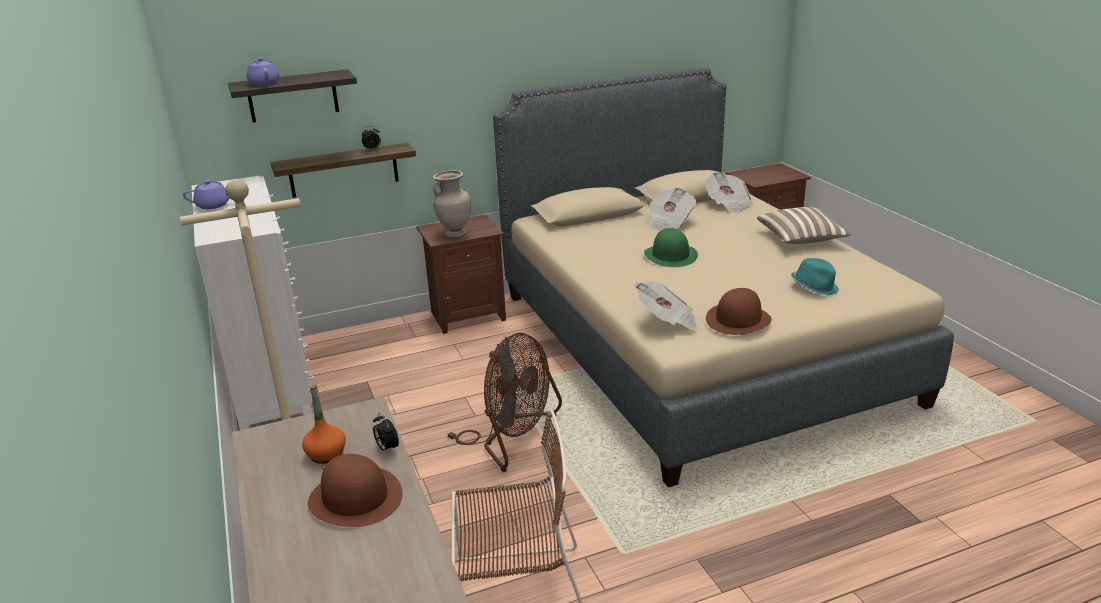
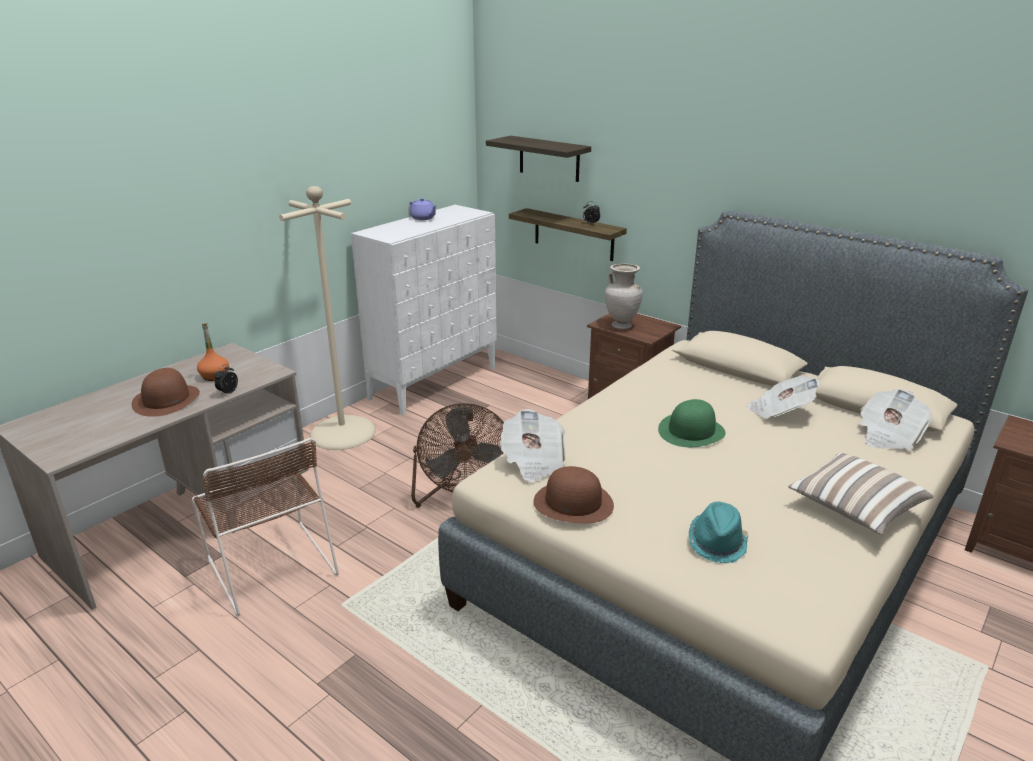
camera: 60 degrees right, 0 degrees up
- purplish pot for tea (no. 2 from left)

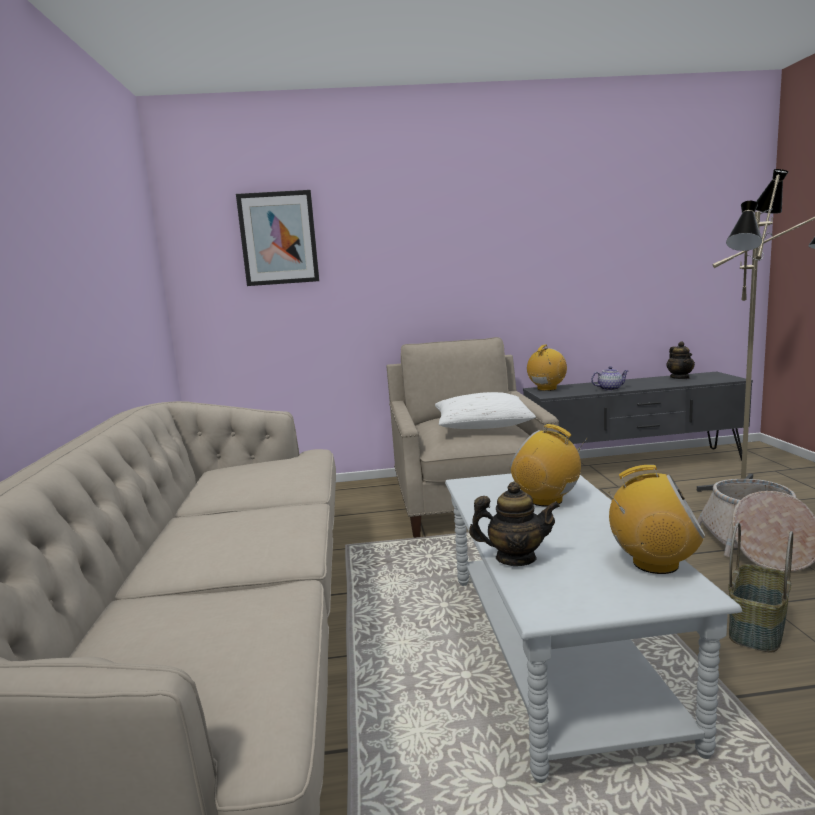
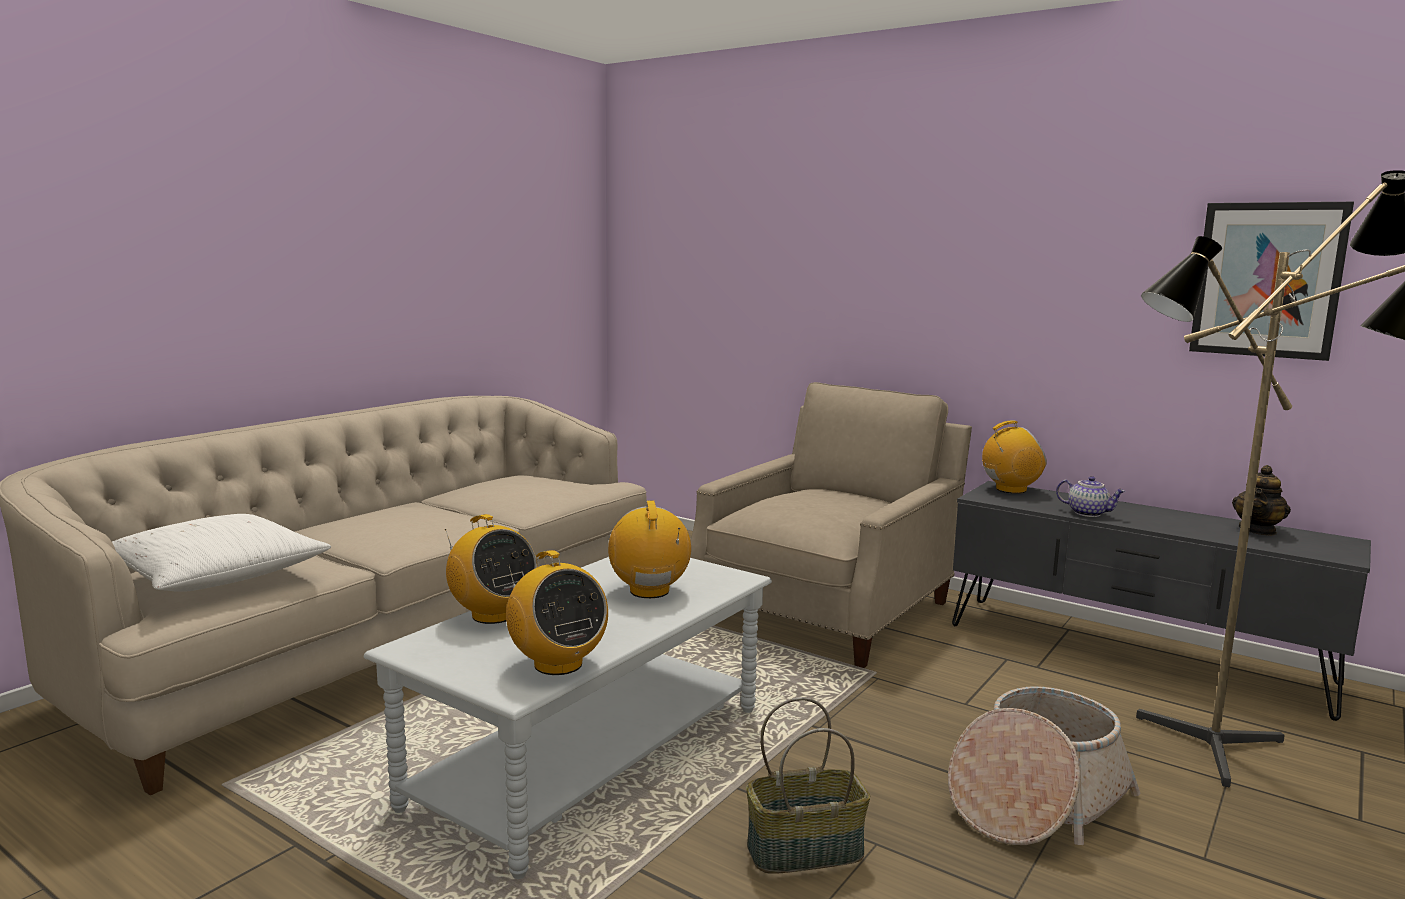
camera: 40 degrees right, 0 degrees up
~ whitish throw pillow
~ pot for tea (no. 1 from left) to radio receiver (no. 1 from left)
~ wall art

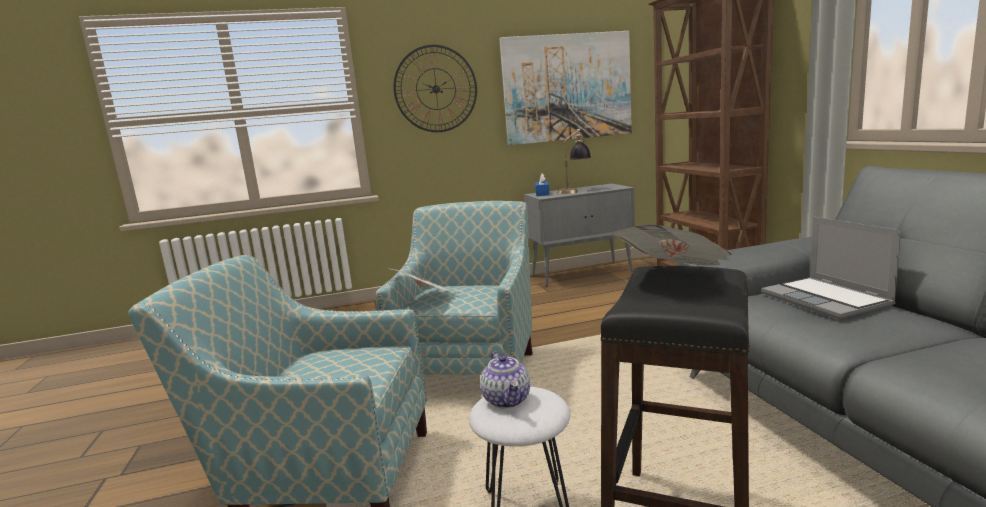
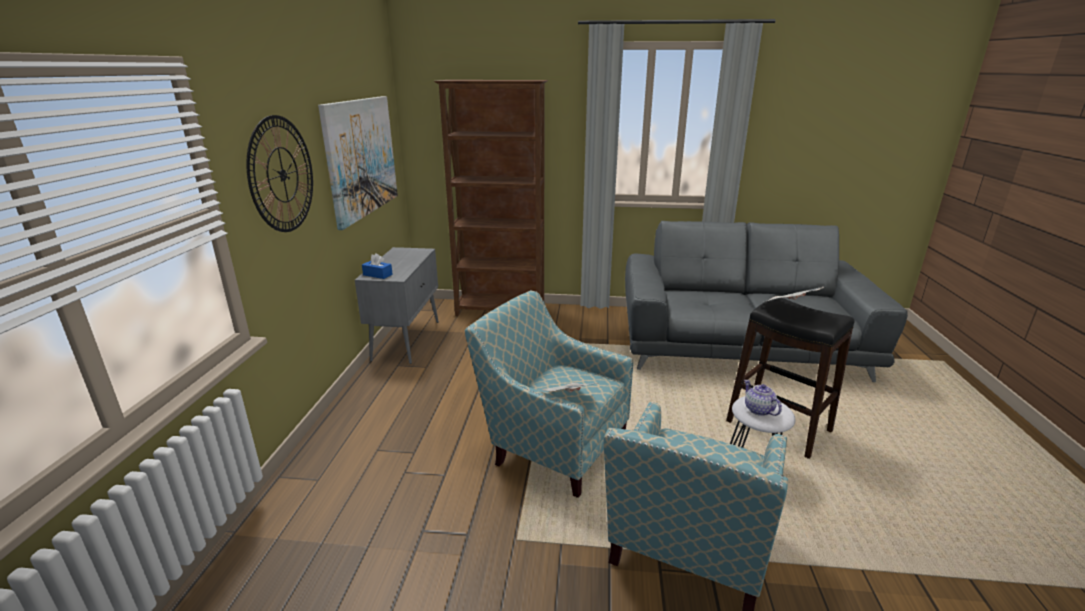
camera: 70 degrees left, 10 degrees up
~ pot for tea 120 degrees counterclockwise
- table lamp
- laptop

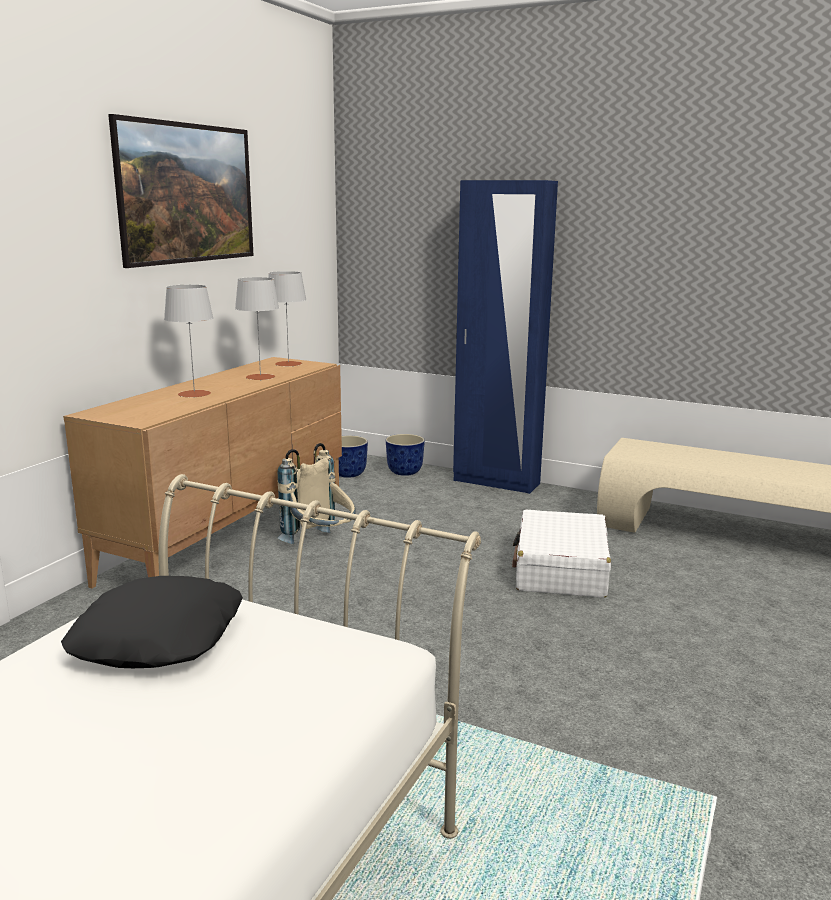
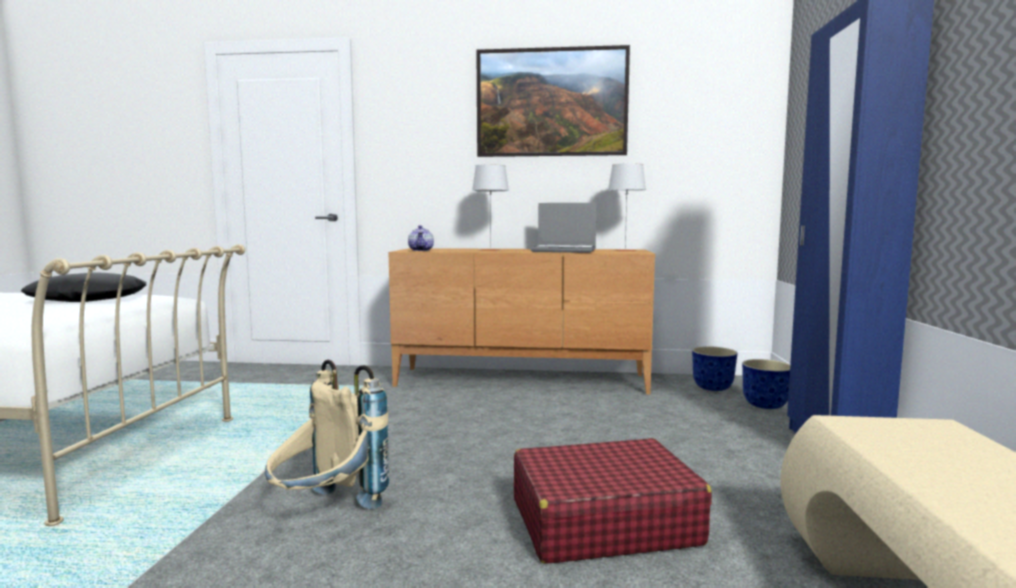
camera: 70 degrees right, 10 degrees down
~ beige backpack
+ pot for tea
~ whitish piece of luggage to red piece of luggage
~ greyish table lamp (no. 2 from left) to laptop

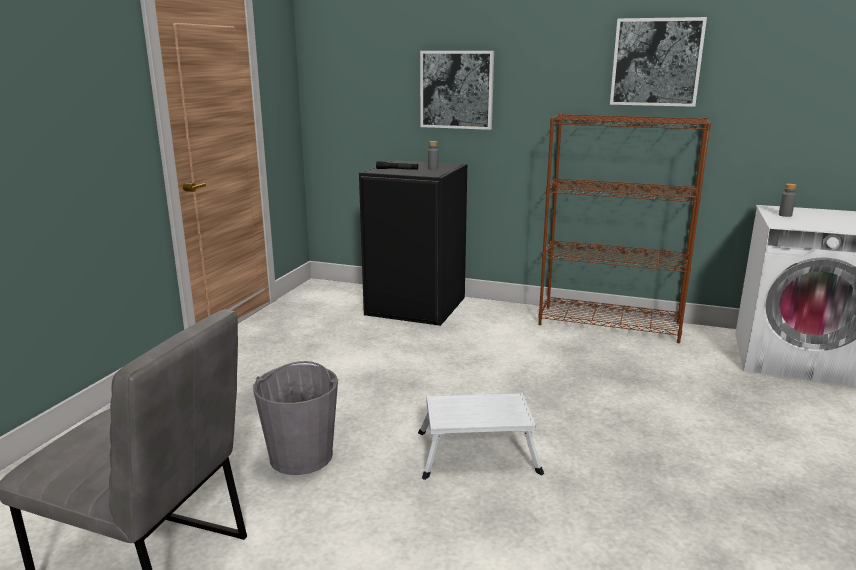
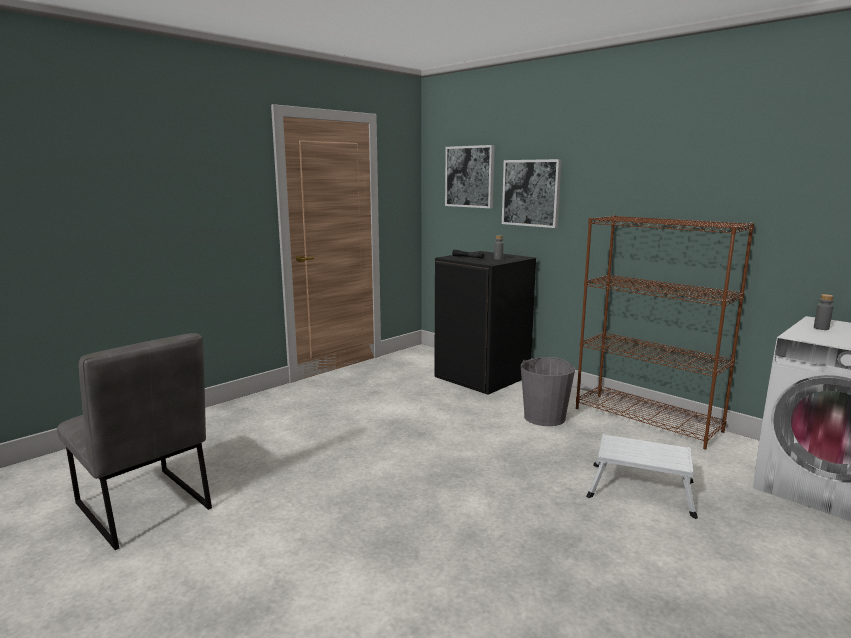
camera: 25 degrees right, 5 degrees down
~ wall art (no. 2 from left in the first image) to wall art (no. 1 from left)
~ greyish bucket
~ whitish step ladder

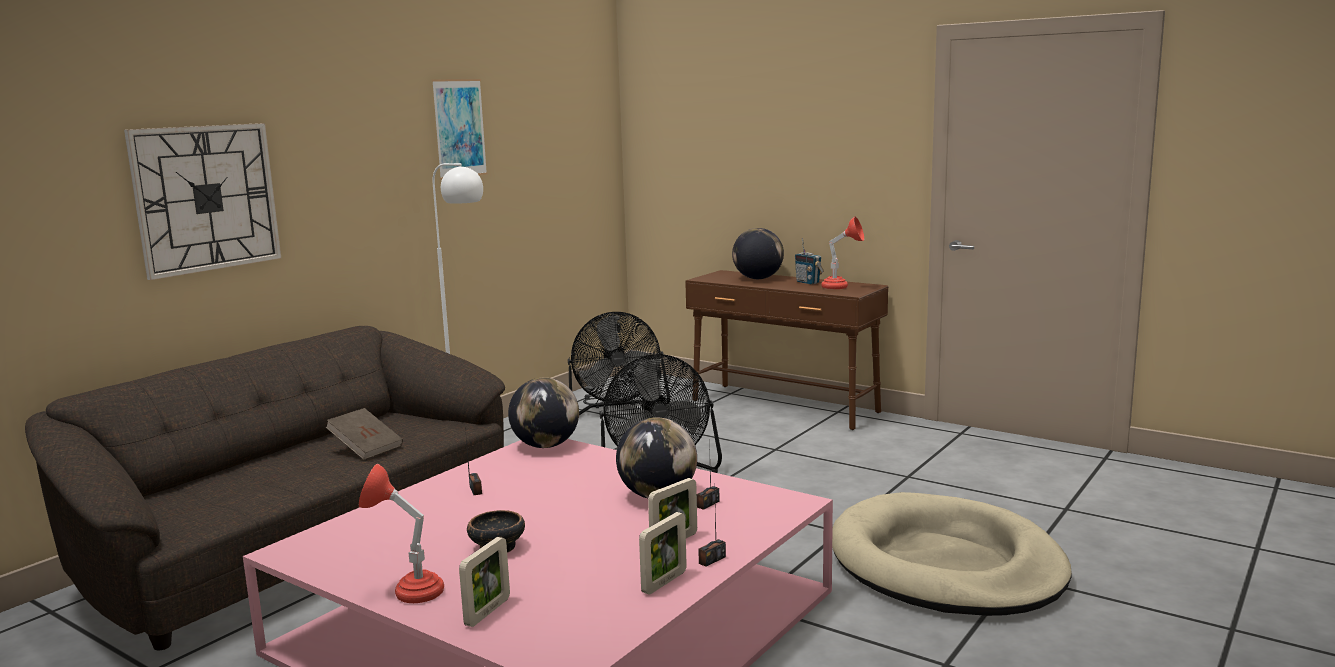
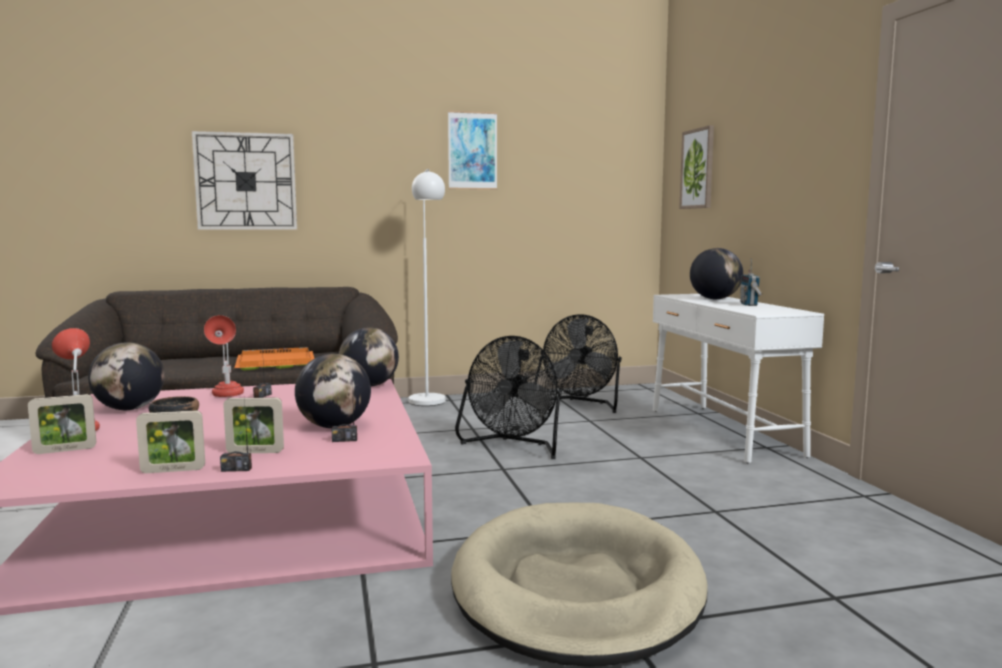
camera: 40 degrees right, 5 degrees down
+ globe (no. 1 from left)
~ red table lamp (no. 2 from left)
~ brown-coloured book to orange serving tray
~ brown-coloured narrow table to whitish narrow table
+ wall art (no. 2 from left)

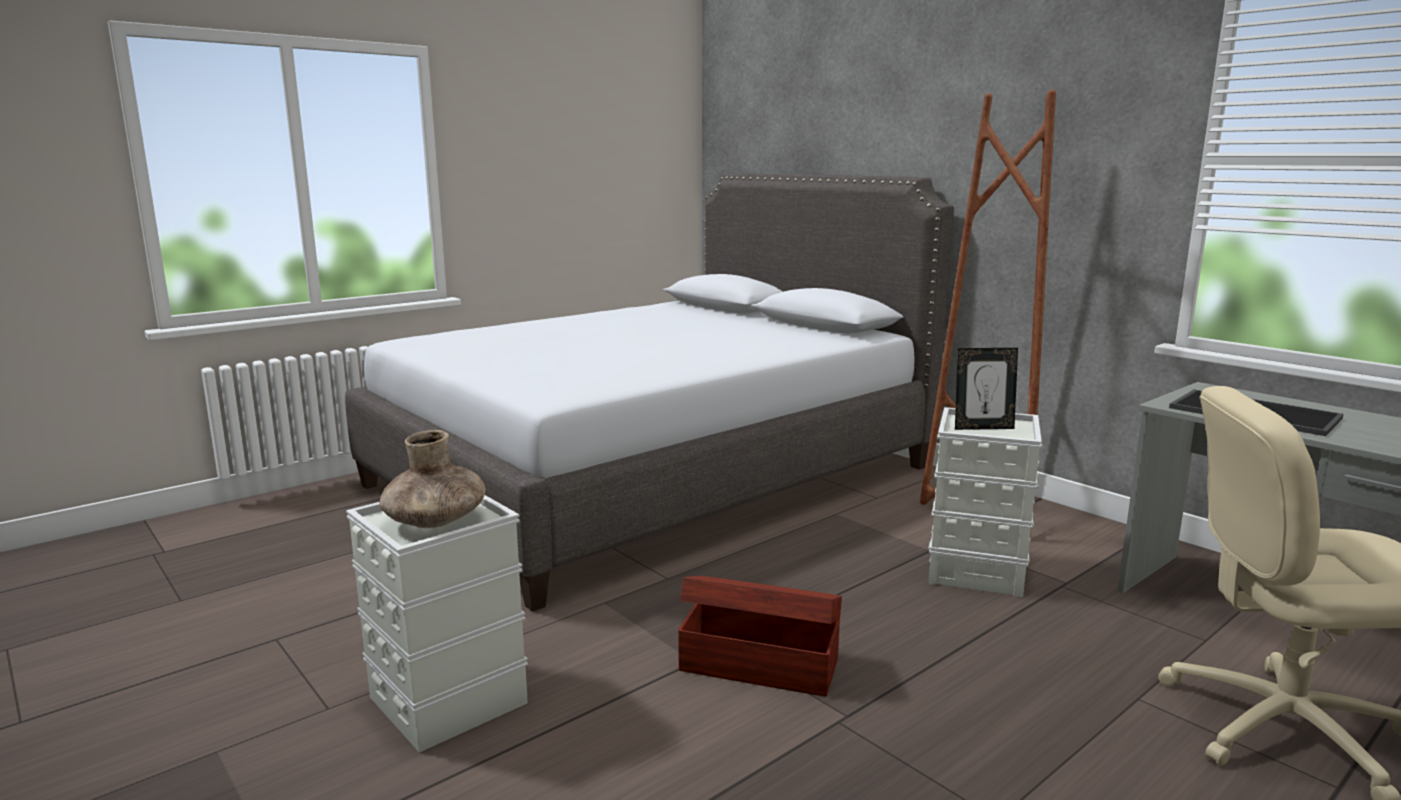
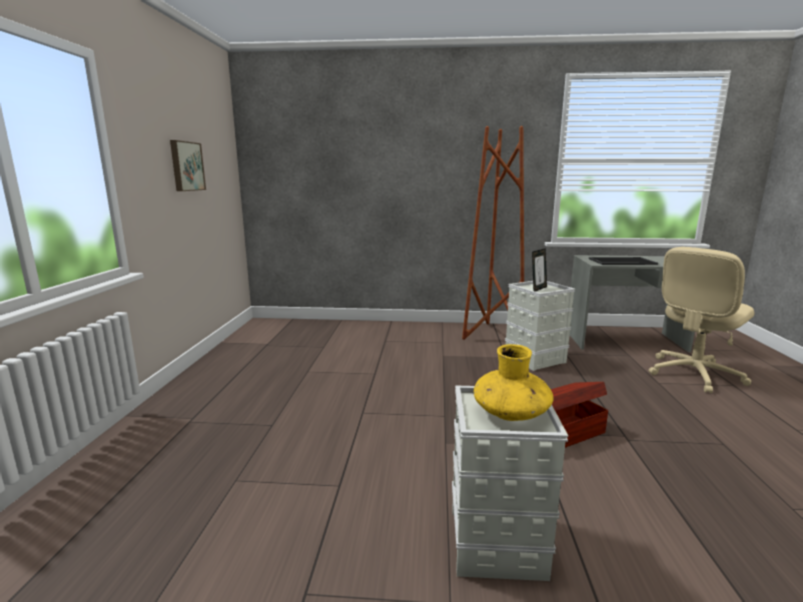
camera: 45 degrees left, 0 degrees up
+ wall art
~ brown-coloured decorative vase to yellow decorative vase
- greyish bedroom bed

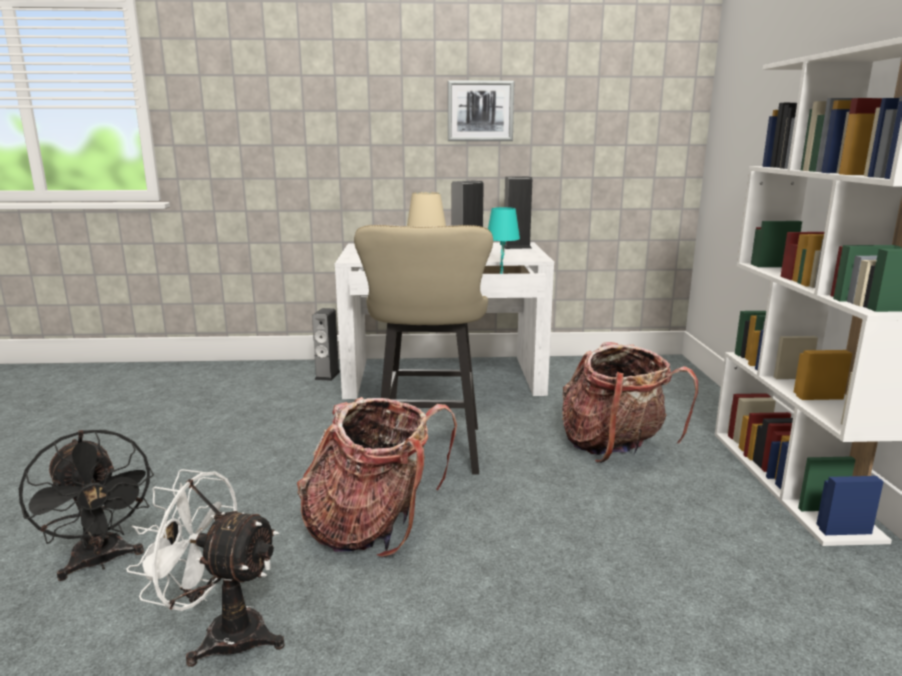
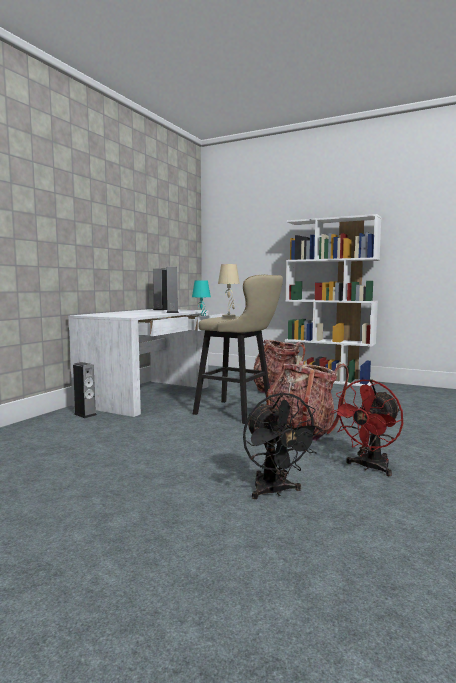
camera: 60 degrees left, 10 degrees down
~ black cooling fan 75 degrees clockwise
~ whitish cooling fan to red cooling fan
- wall art

